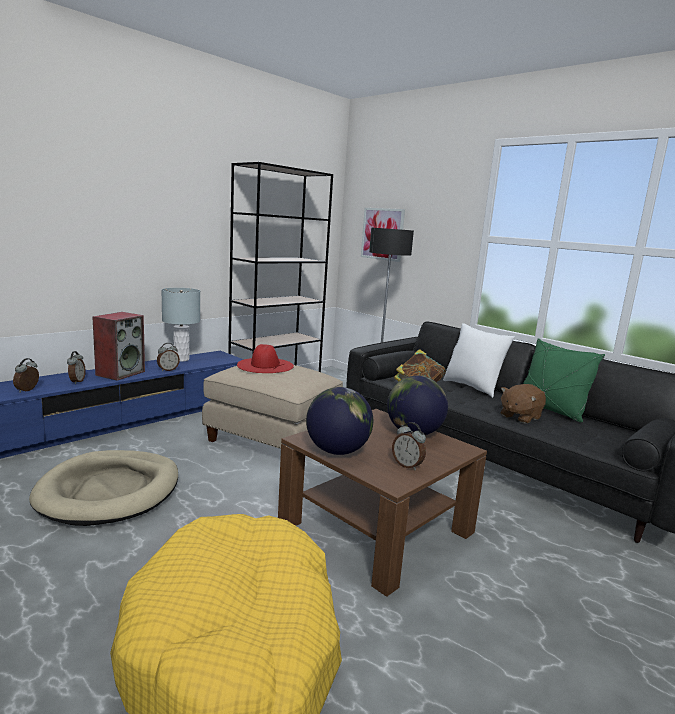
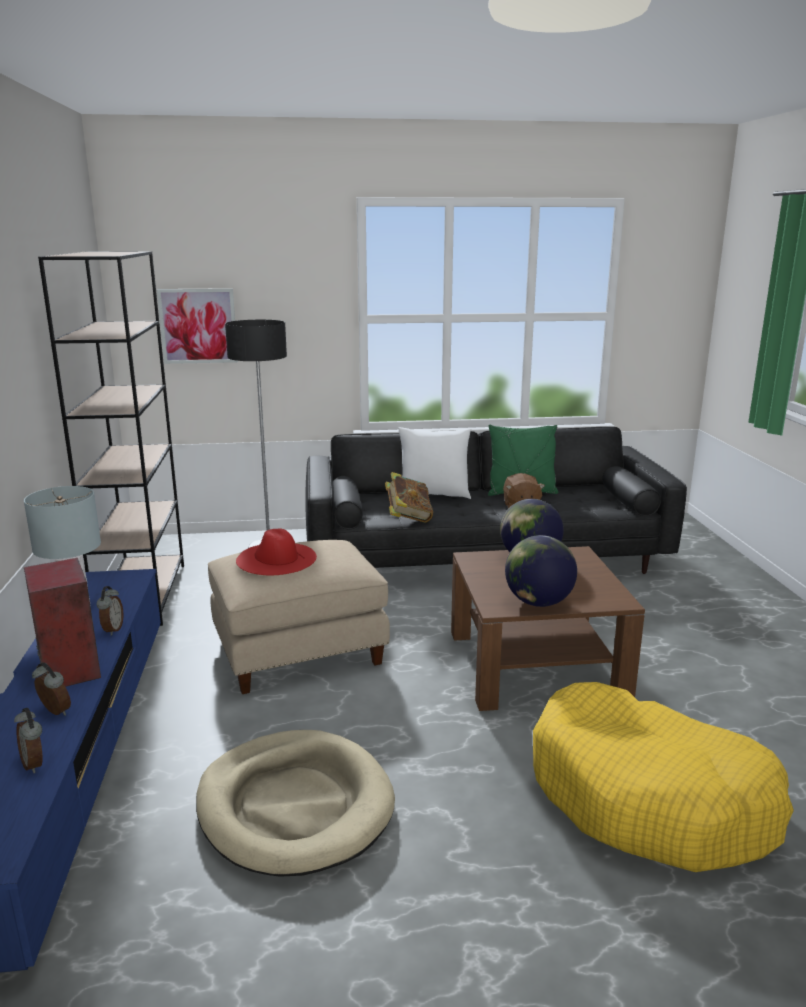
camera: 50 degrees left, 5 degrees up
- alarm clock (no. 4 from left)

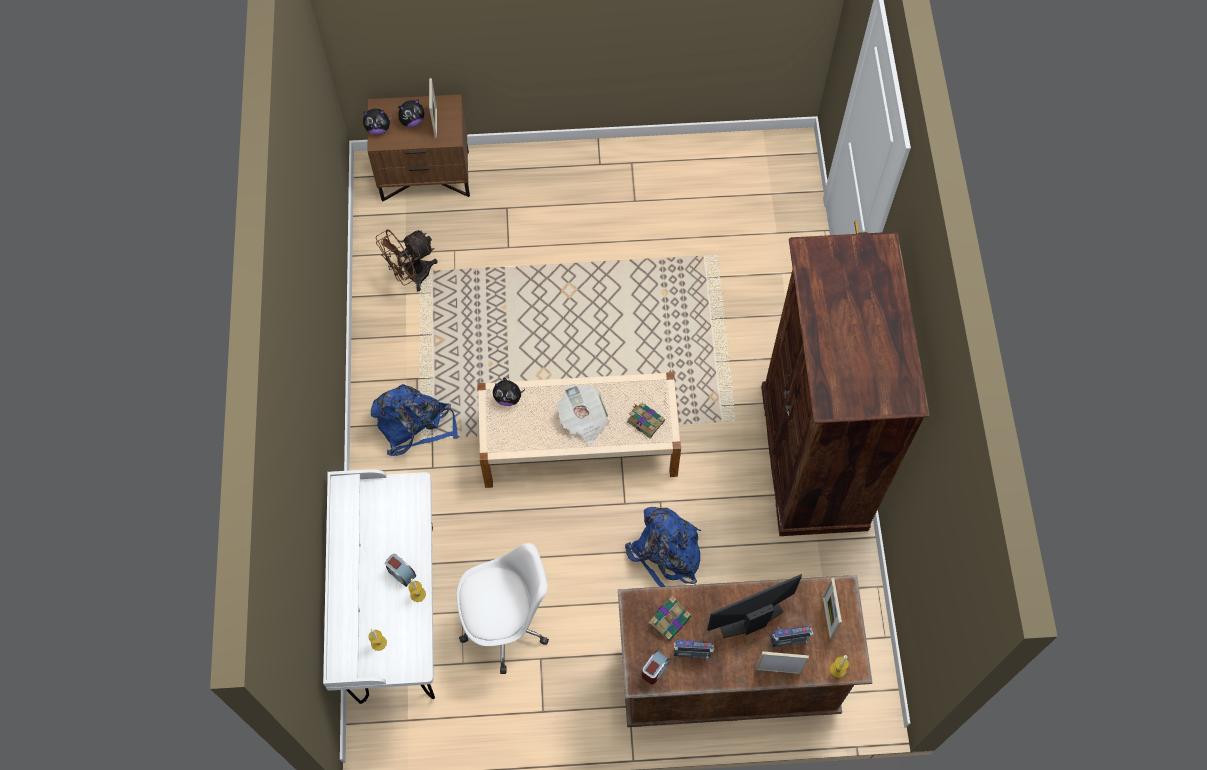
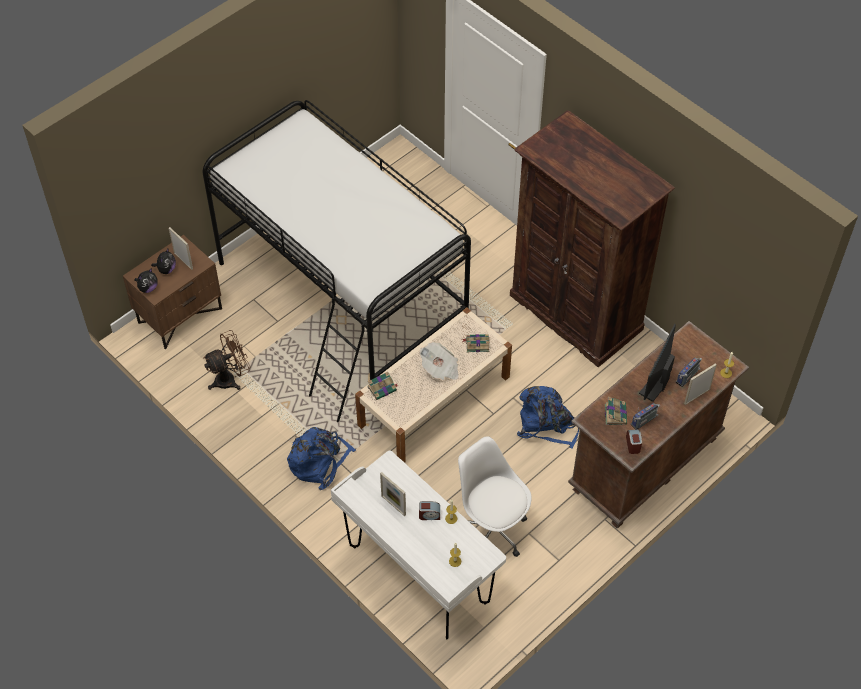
camera: 40 degrees left, 10 degrees down
+ black bedroom bed
~ brown-coloured cooling fan 135 degrees counterclockwise
~ soft toy (no. 3 from left) to book (no. 1 from left)
~ photo frame (no. 3 from left in the first image) to photo frame (no. 2 from left)
~ whitish desk chair 75 degrees counterclockwise

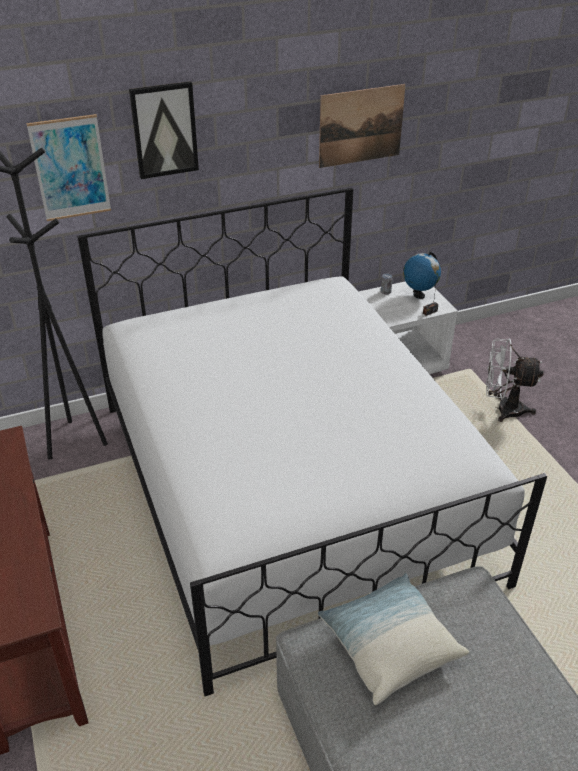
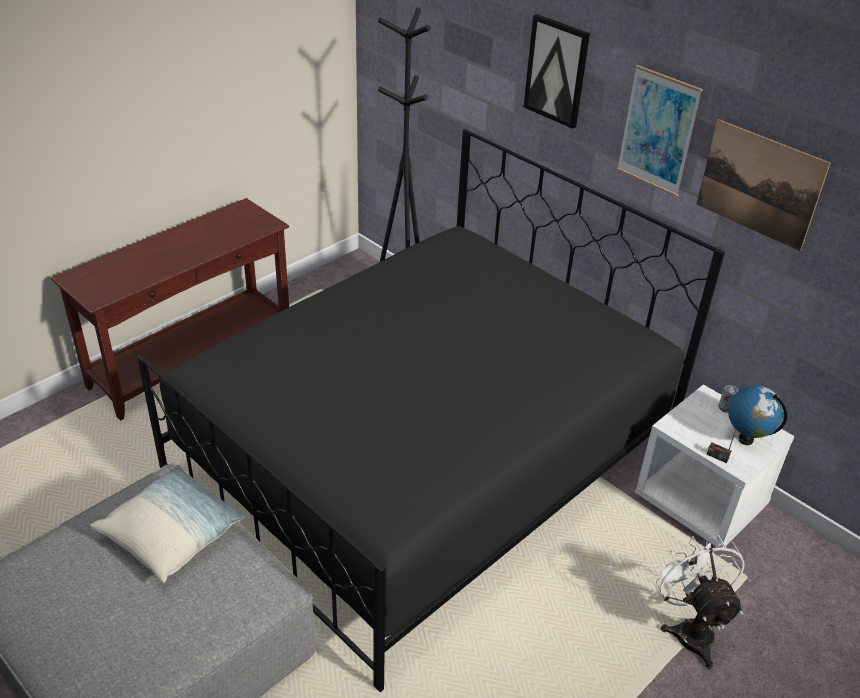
camera: 65 degrees right, 0 degrees up
~ whitish bedroom bed to black bedroom bed
~ wall art (no. 1 from left in the first image) to wall art (no. 2 from left)

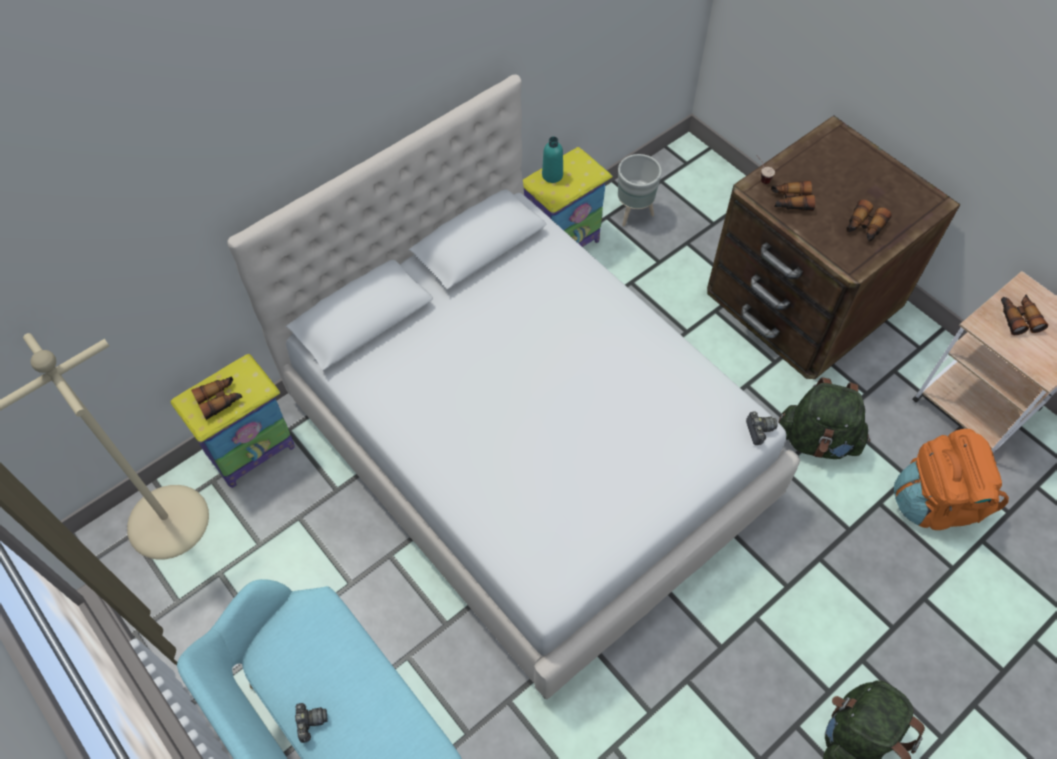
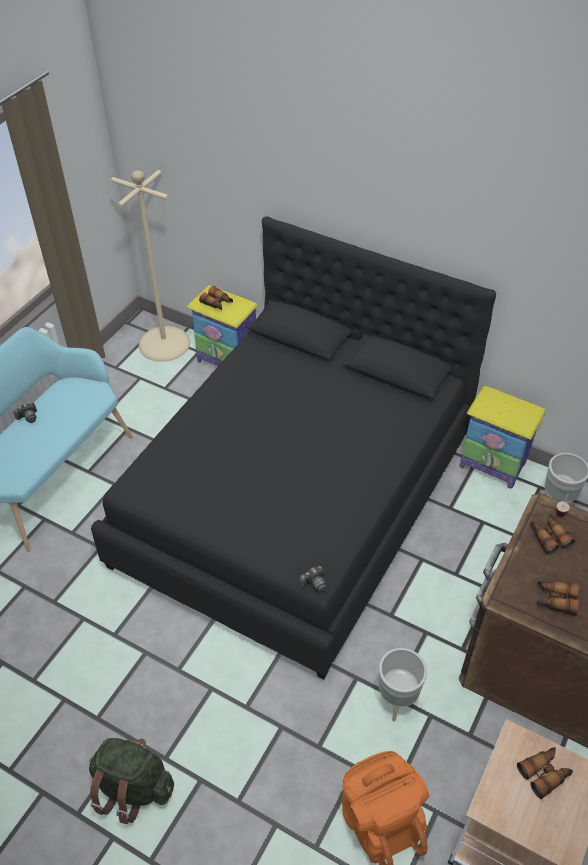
camera: 70 degrees right, 10 degrees down
~ whitish bedroom bed to black bedroom bed
~ green-coloured backpack (no. 1 from left) to greyish plant pot (no. 1 from left)
- turquoise-coloured bottle

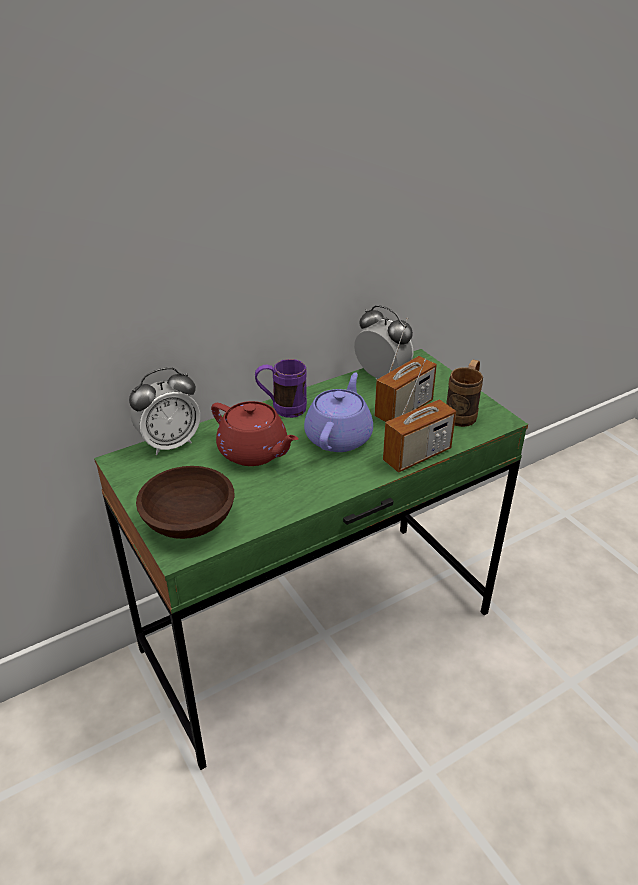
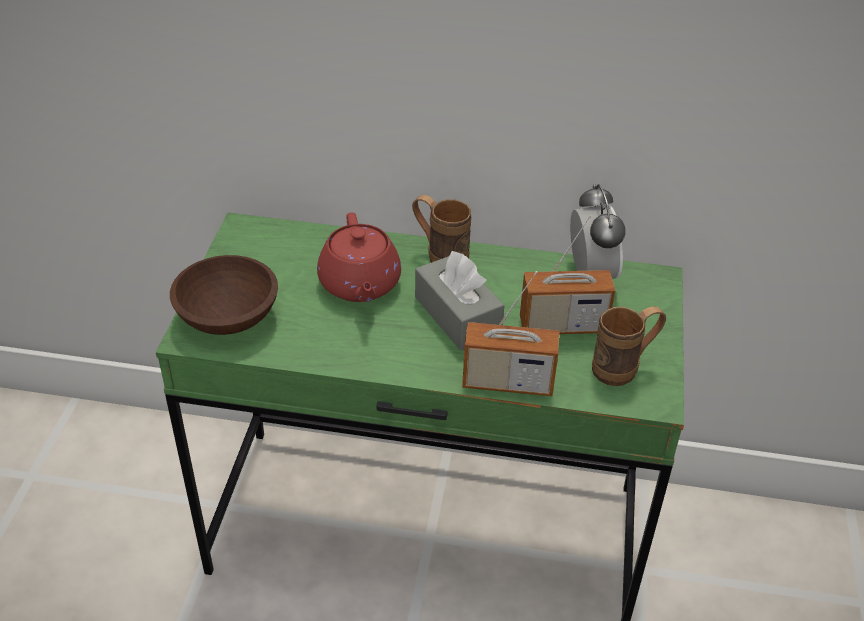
camera: 40 degrees right, 5 degrees up
~ purplish tea mug to brown-coloured tea mug (no. 1 from left)
~ purplish pot for tea to greyish box of tissues
- alarm clock (no. 1 from left)

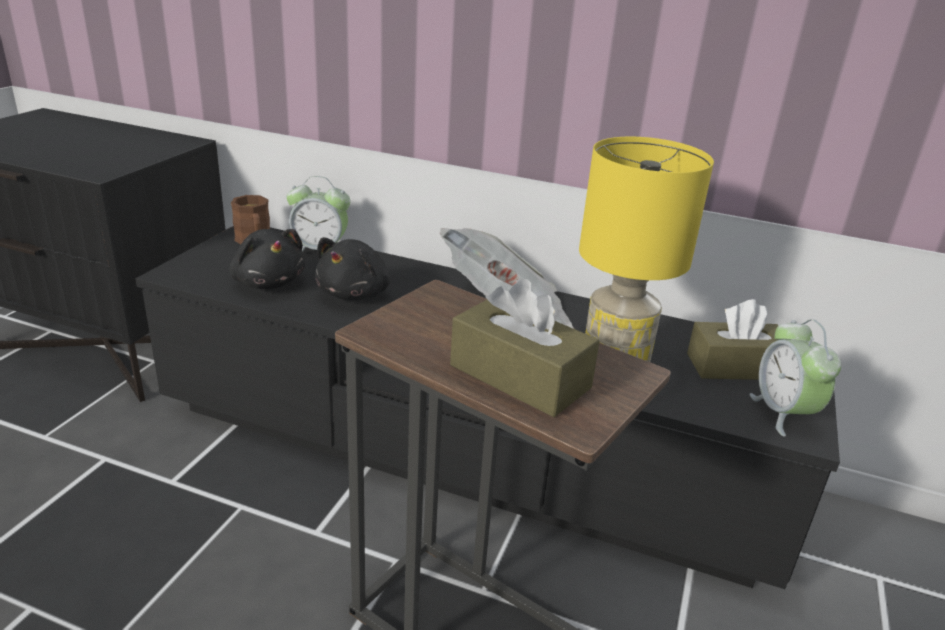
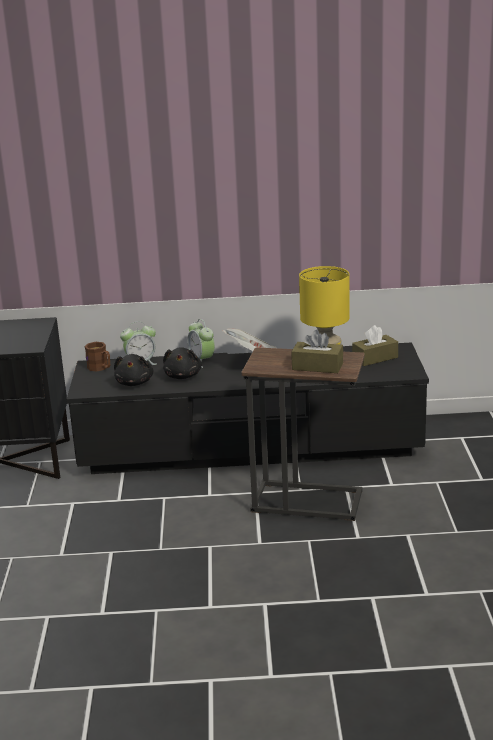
camera: 20 degrees left, 5 degrees down
~ black soft toy (no. 1 from left) 60 degrees clockwise
~ alarm clock (no. 2 from left)

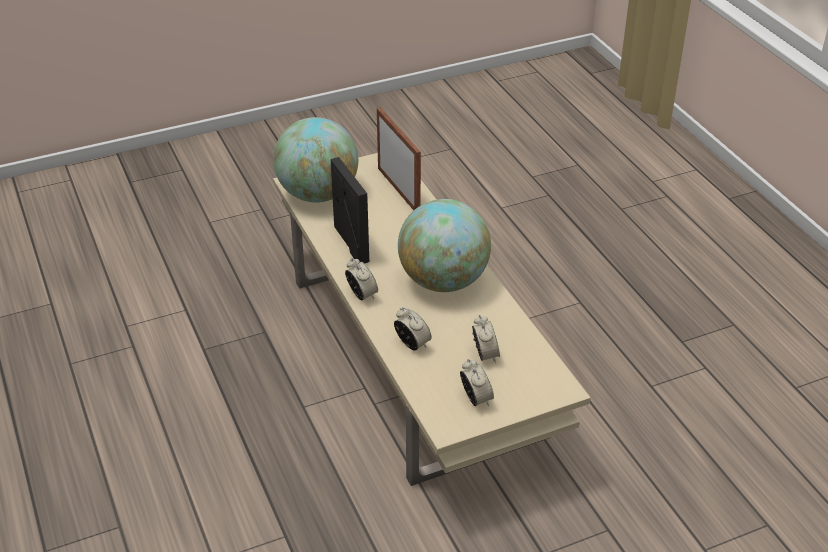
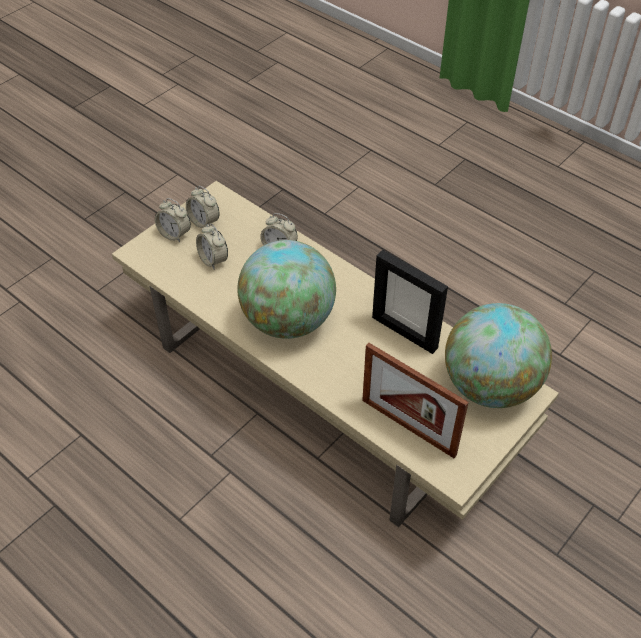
camera: 155 degrees right, 10 degrees up
~ alarm clock (no. 1 from left)

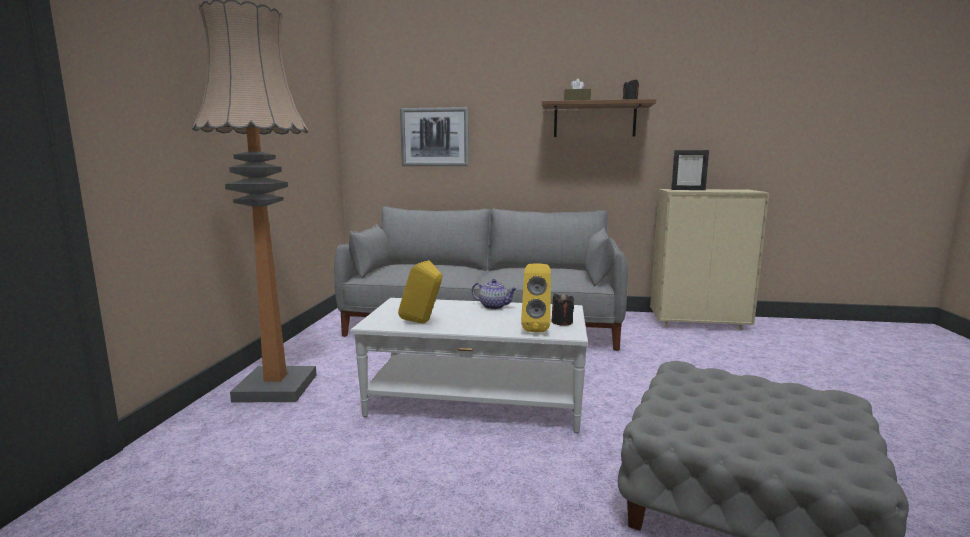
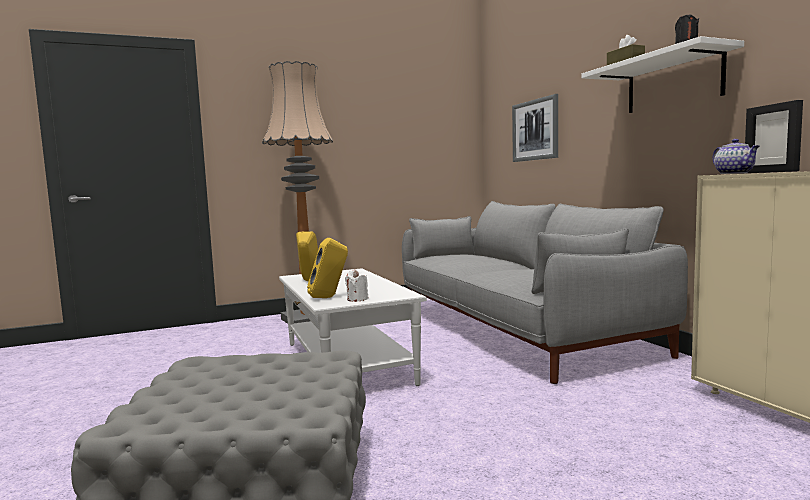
camera: 60 degrees right, 5 degrees down
~ black wax candle (no. 1 from left) to whitish wax candle
~ brown-coloured bracket shelf to whitish bracket shelf
~ pot for tea

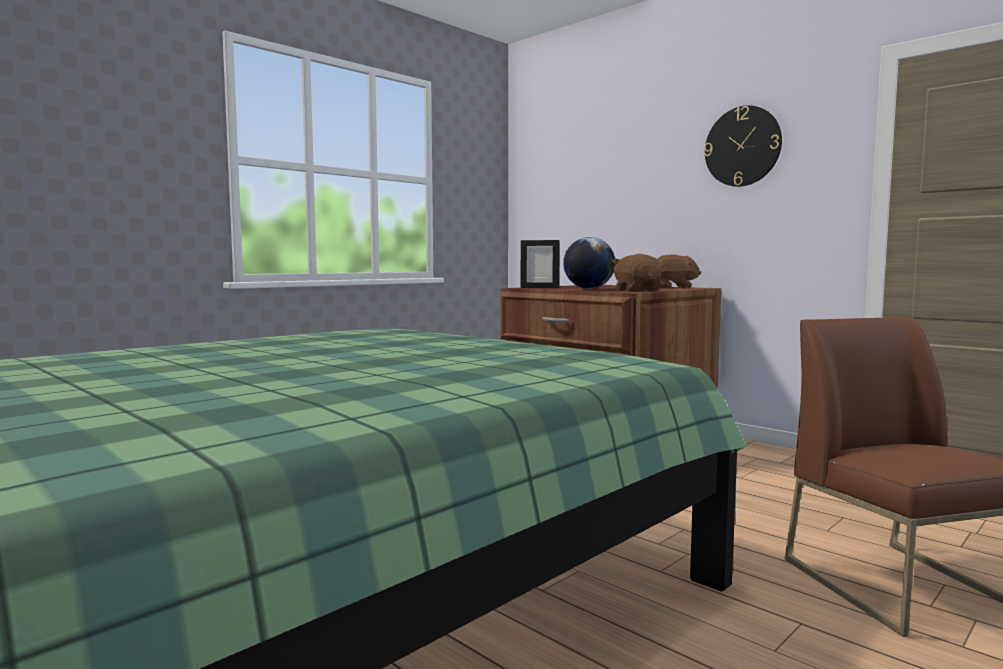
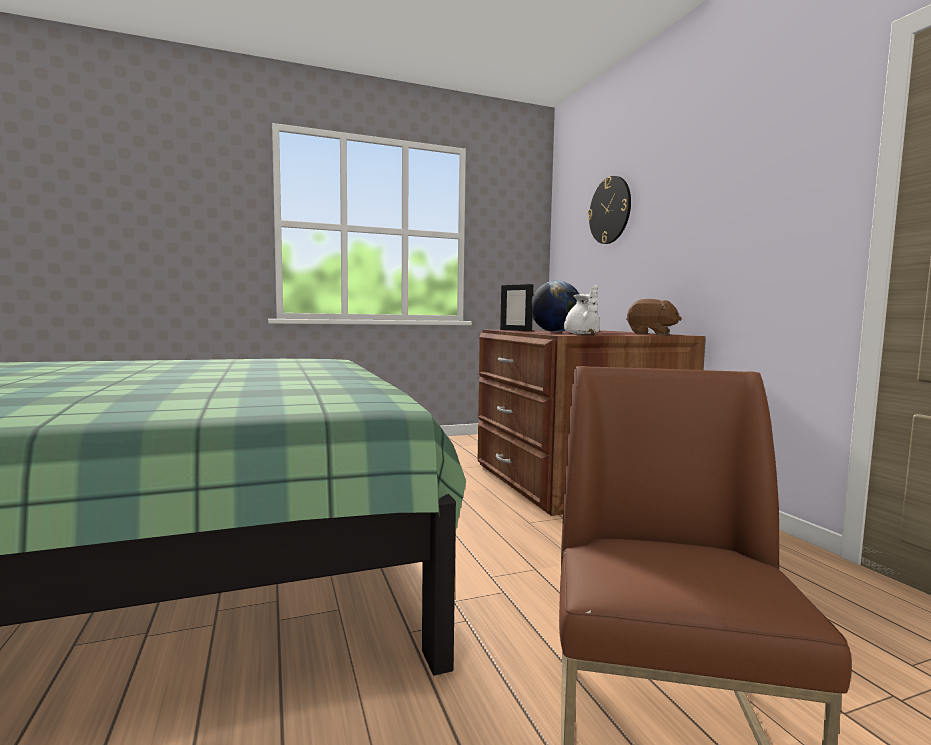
camera: 25 degrees right, 0 degrees up
~ brown-coloured soft toy (no. 1 from left) to whitish pot for tea
~ hanging clock

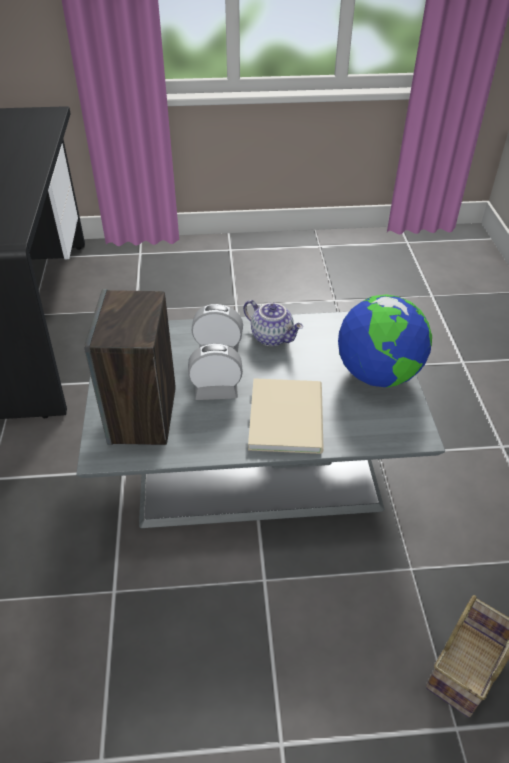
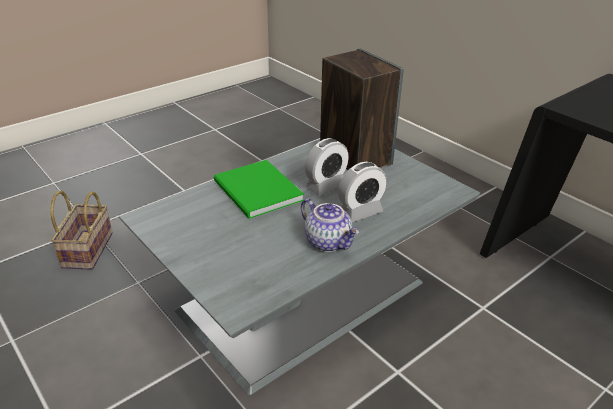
camera: 145 degrees right, 10 degrees down
~ beige book to green-coloured book
~ pot for tea 135 degrees counterclockwise
- globe

